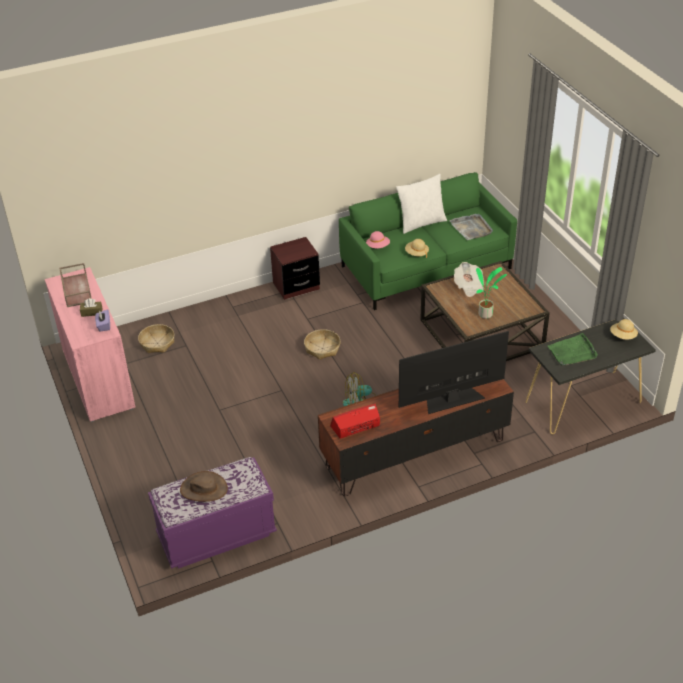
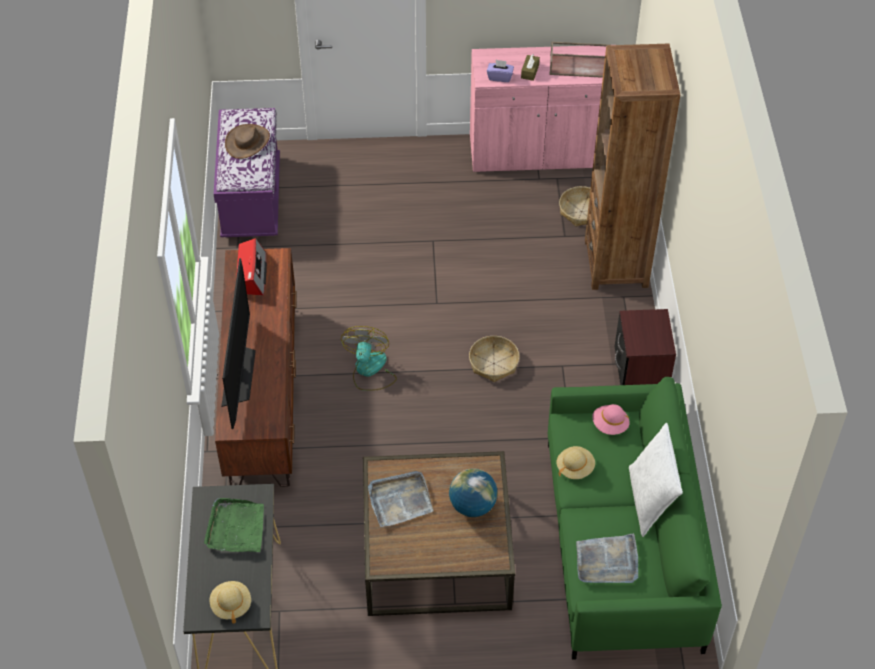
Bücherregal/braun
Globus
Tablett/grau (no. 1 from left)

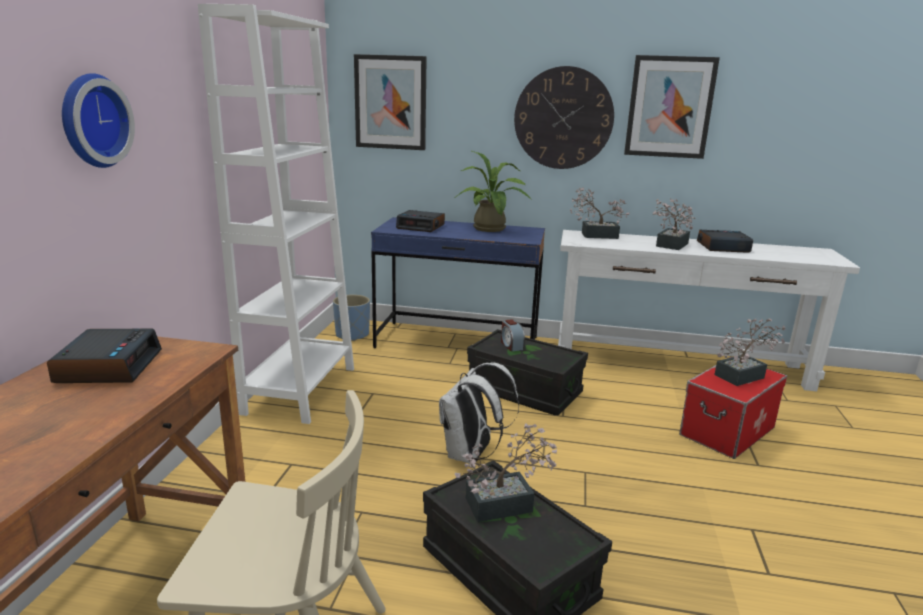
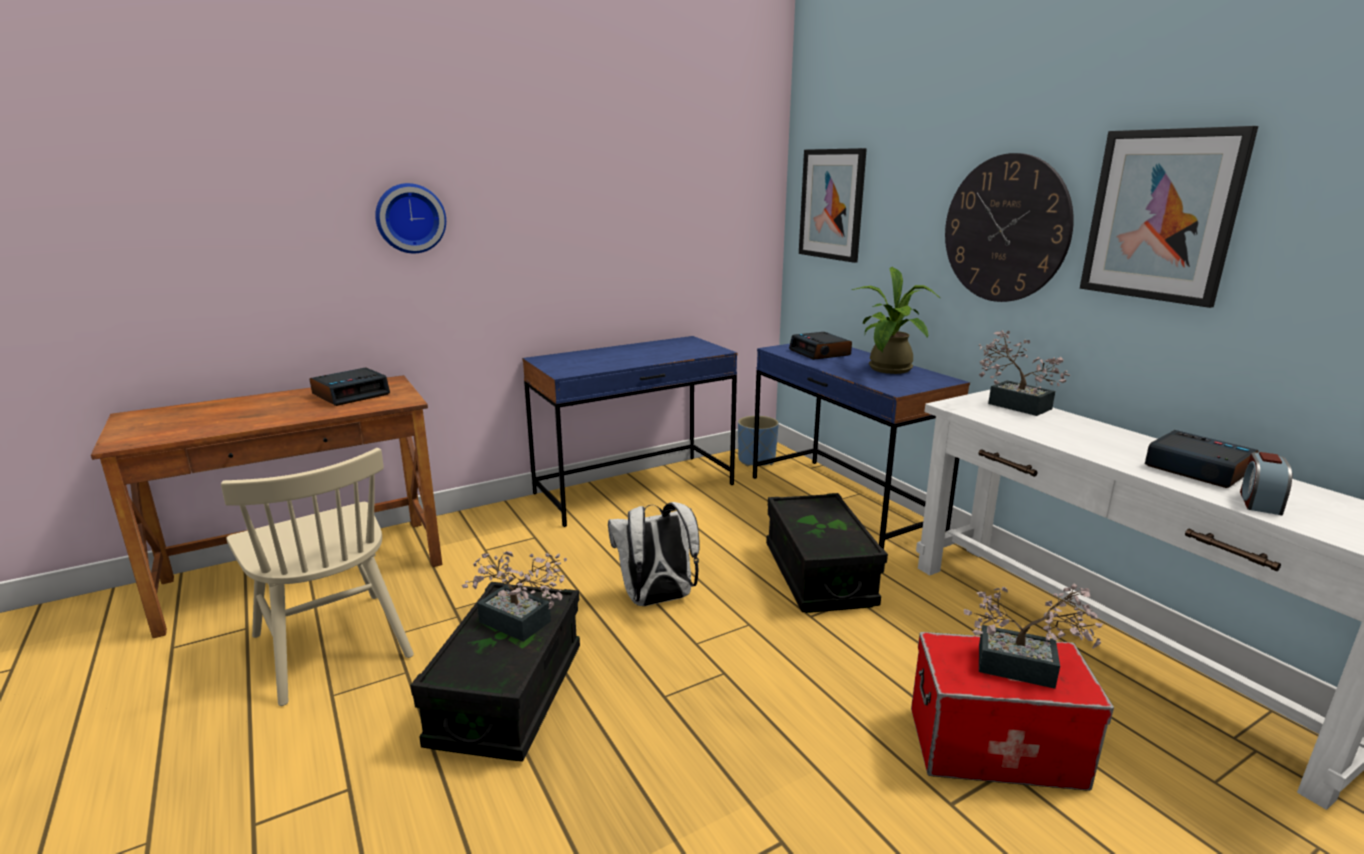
Topfpflanze (no. 4 from left in the first image)
Wecker (no. 4 from left)
Schreibtisch/blau (no. 1 from left)

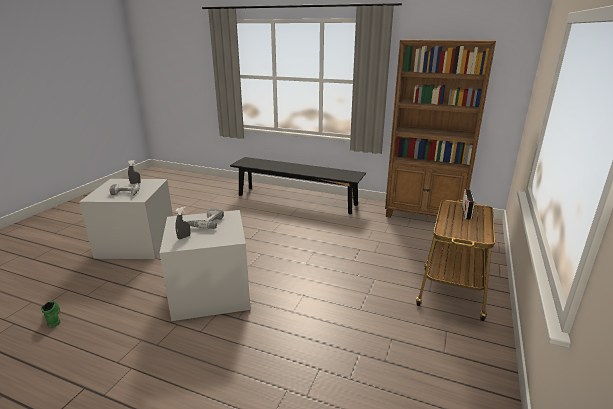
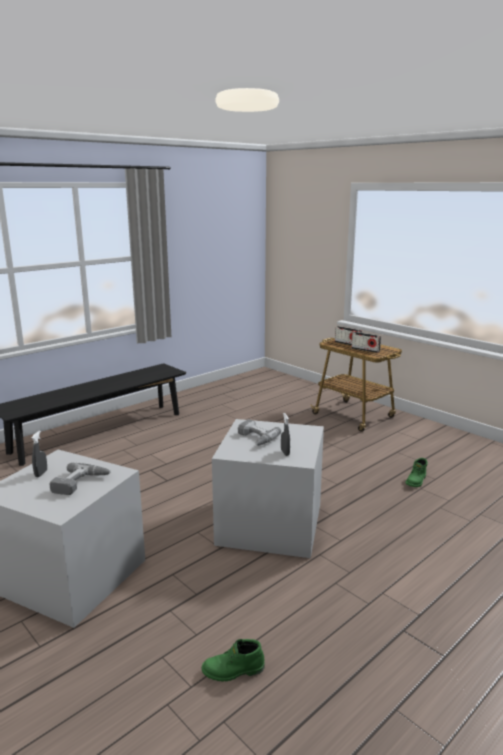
Bücherregal/braun
Radio (no. 2 from left)
Stiefel/grün (no. 2 from left)

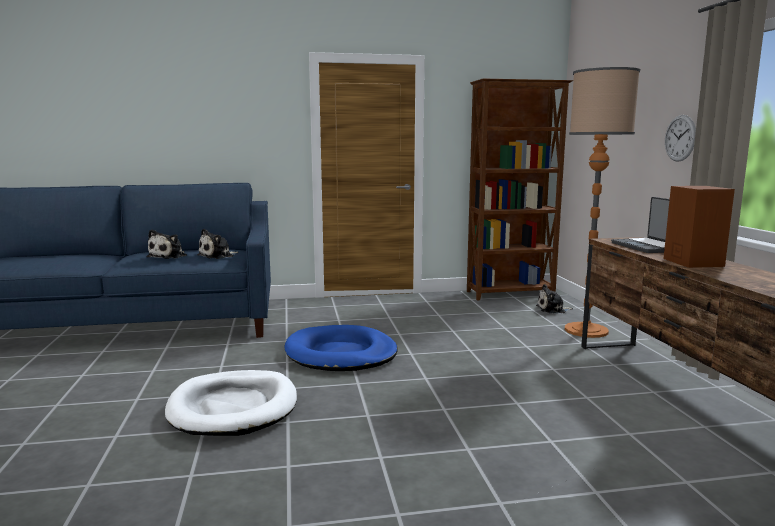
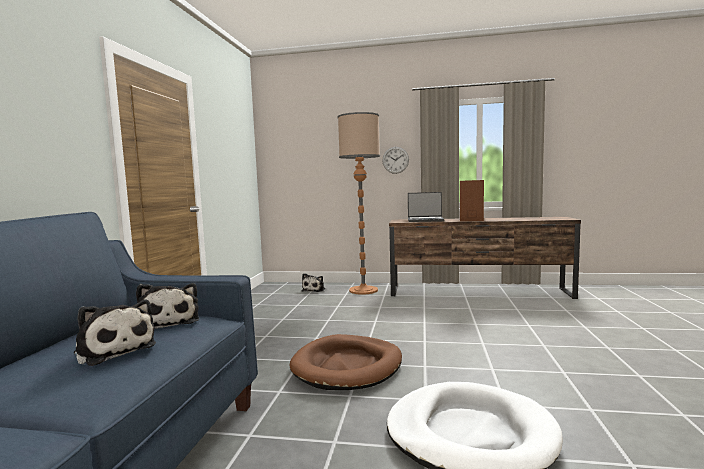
Bücherregal/braun
Hundebett/braun

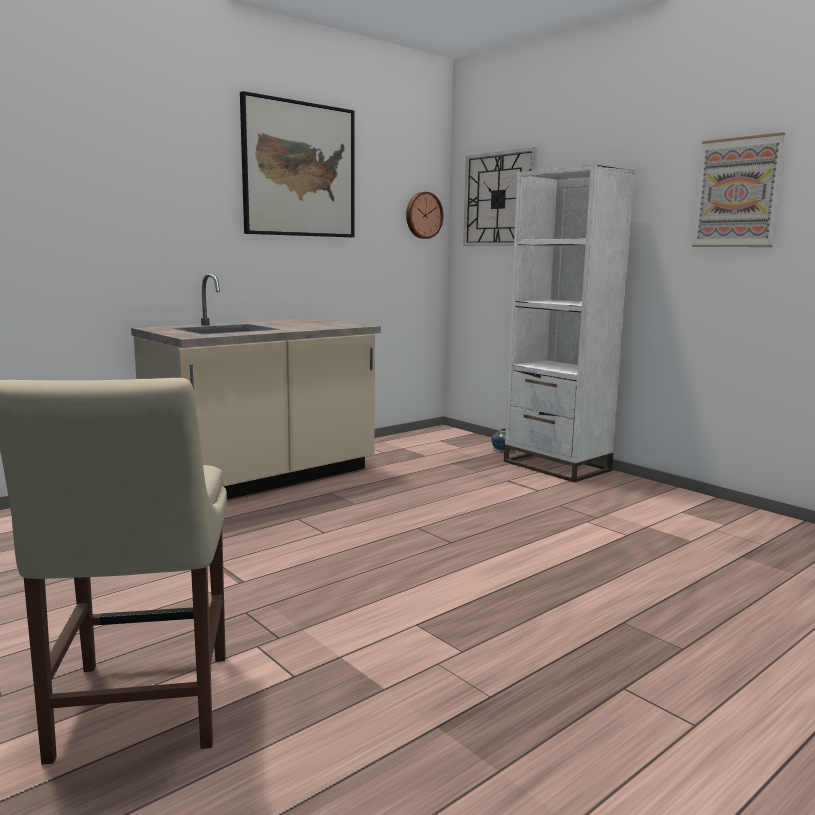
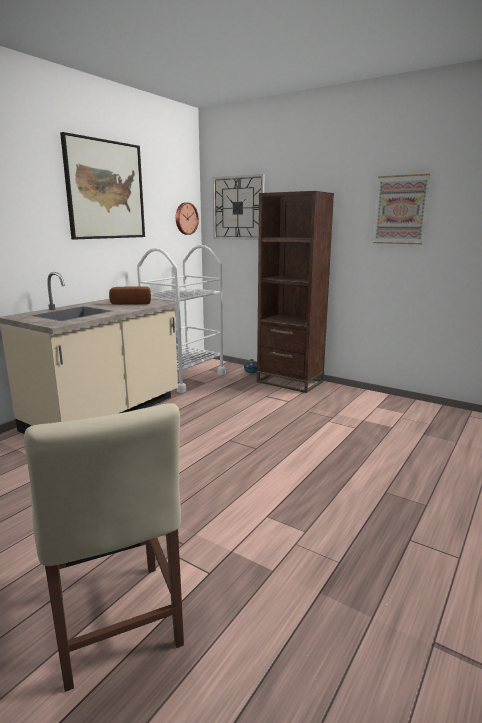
Brot
Rollwagen/weiß
Bücherregal/braun

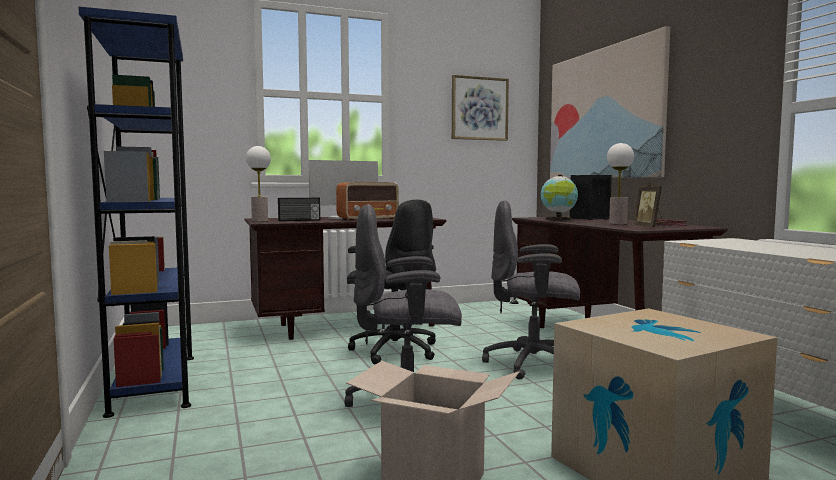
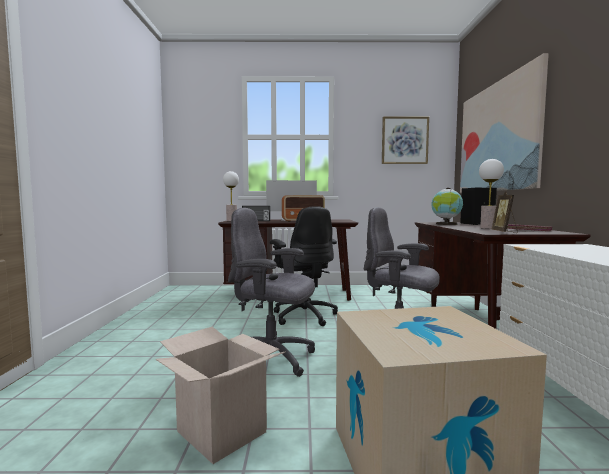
Bücherregal/blau

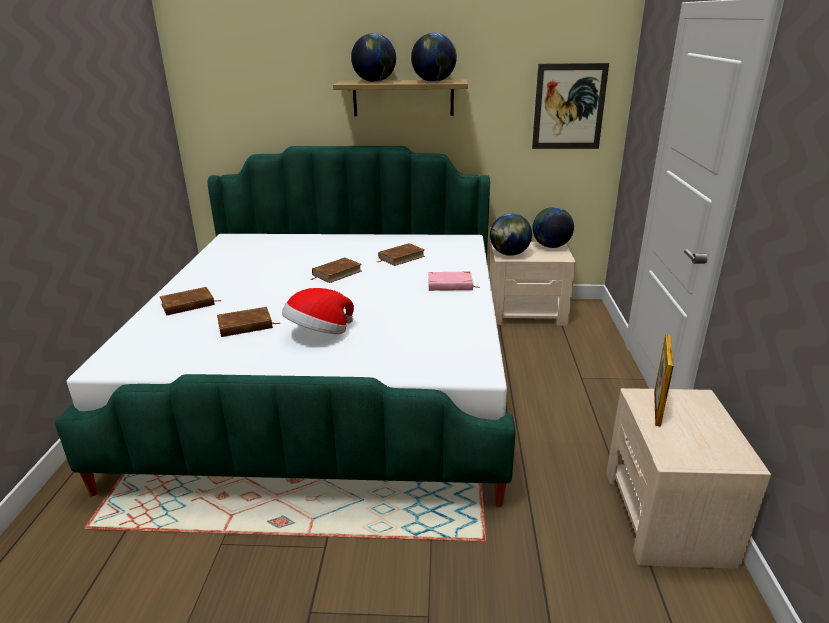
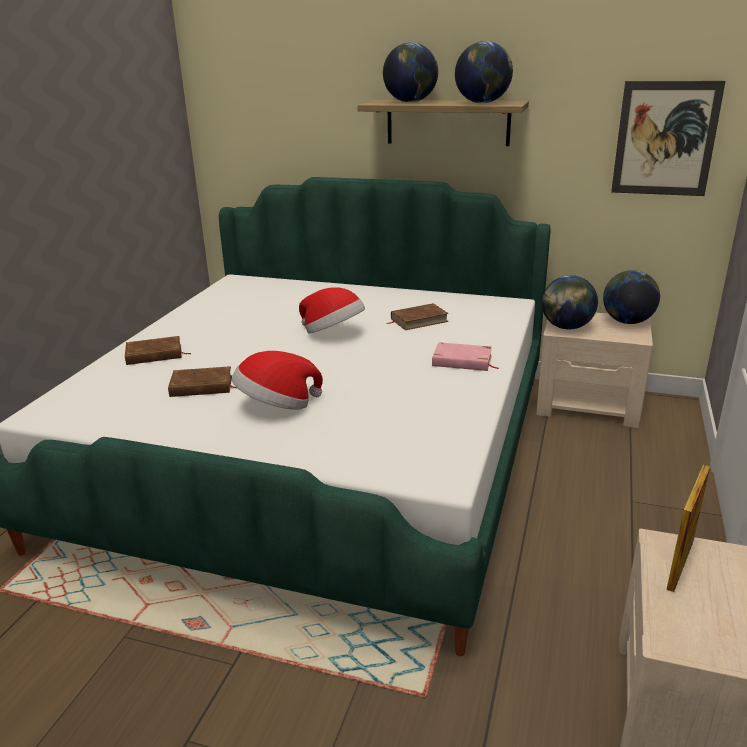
Hut (no. 2 from left)

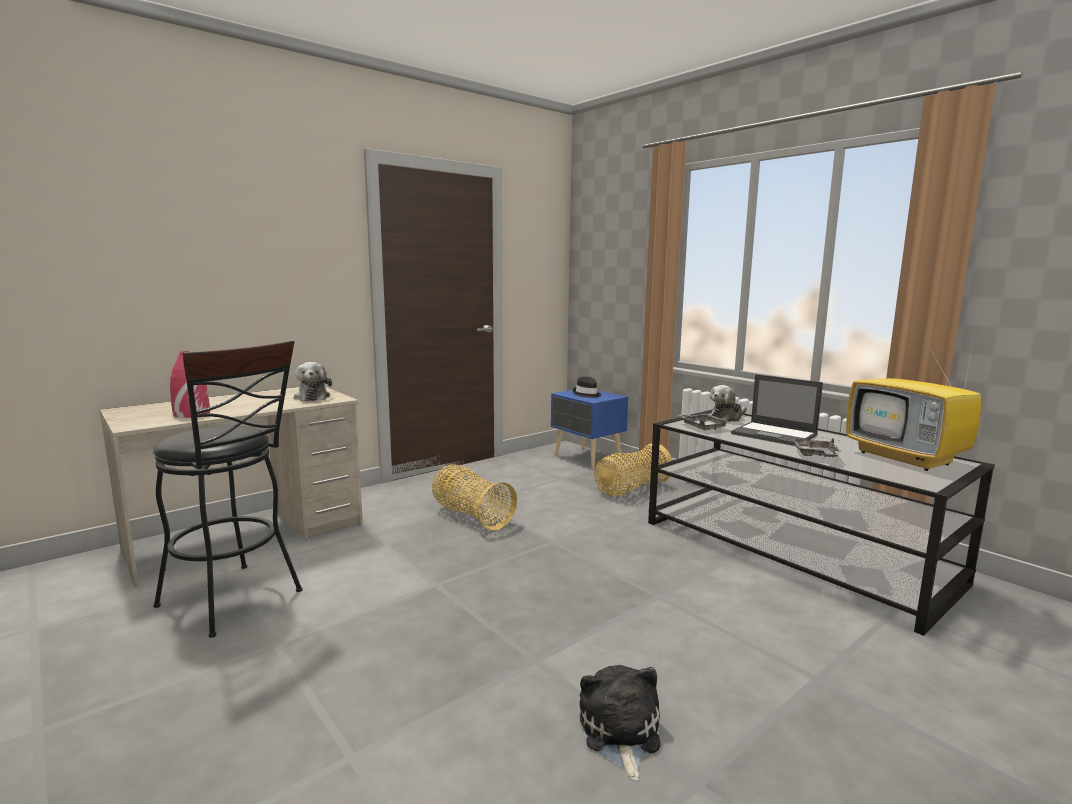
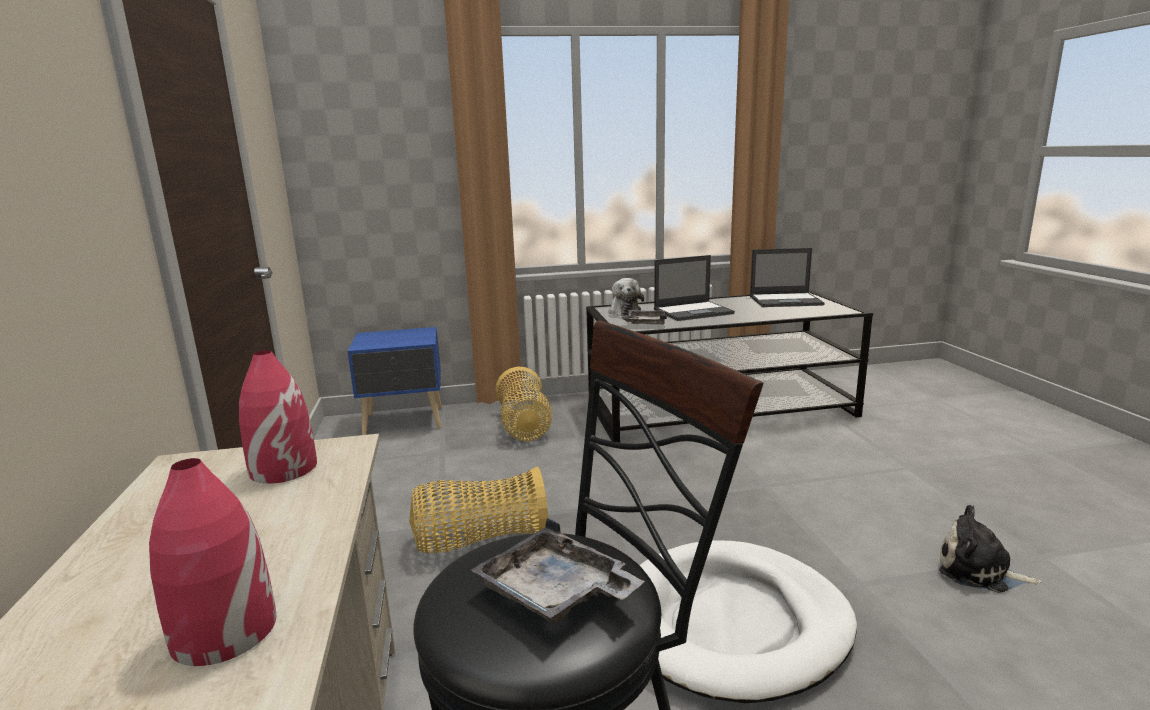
Hut/schwarz
Hundebett/weiß
Tablett/grau (no. 1 from left)
Vase/rot (no. 2 from left)
Laptop (no. 2 from left)

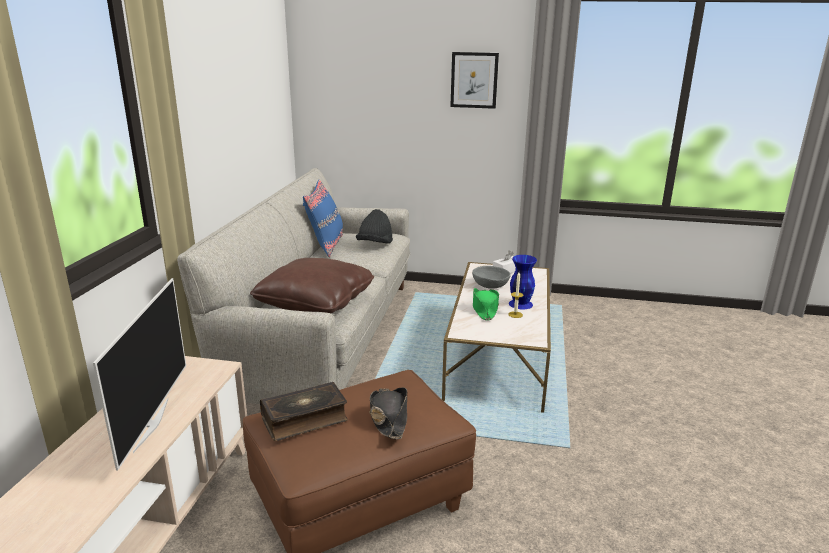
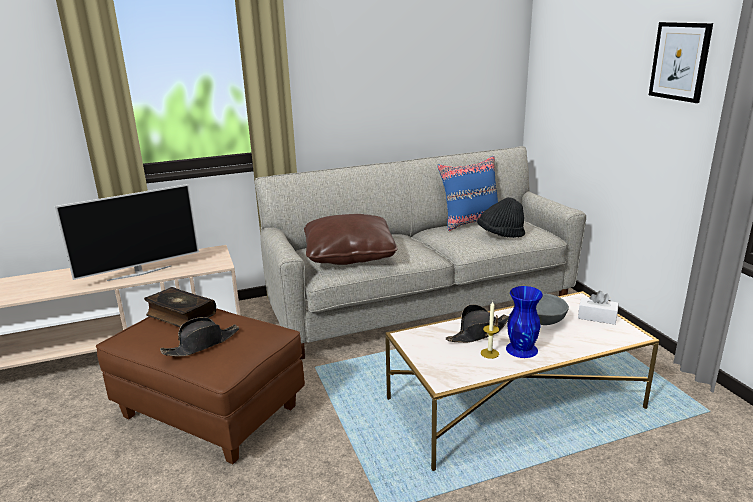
Hut/schwarz (no. 2 from left)

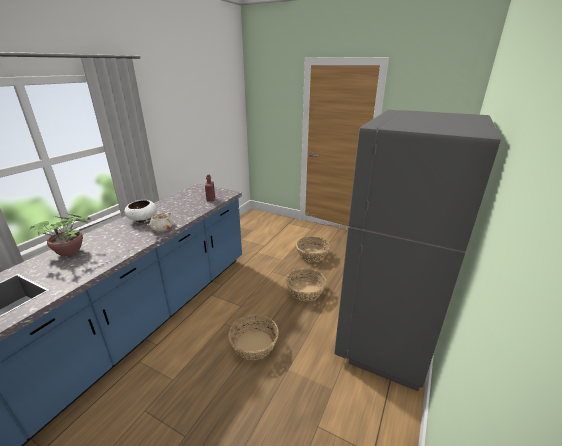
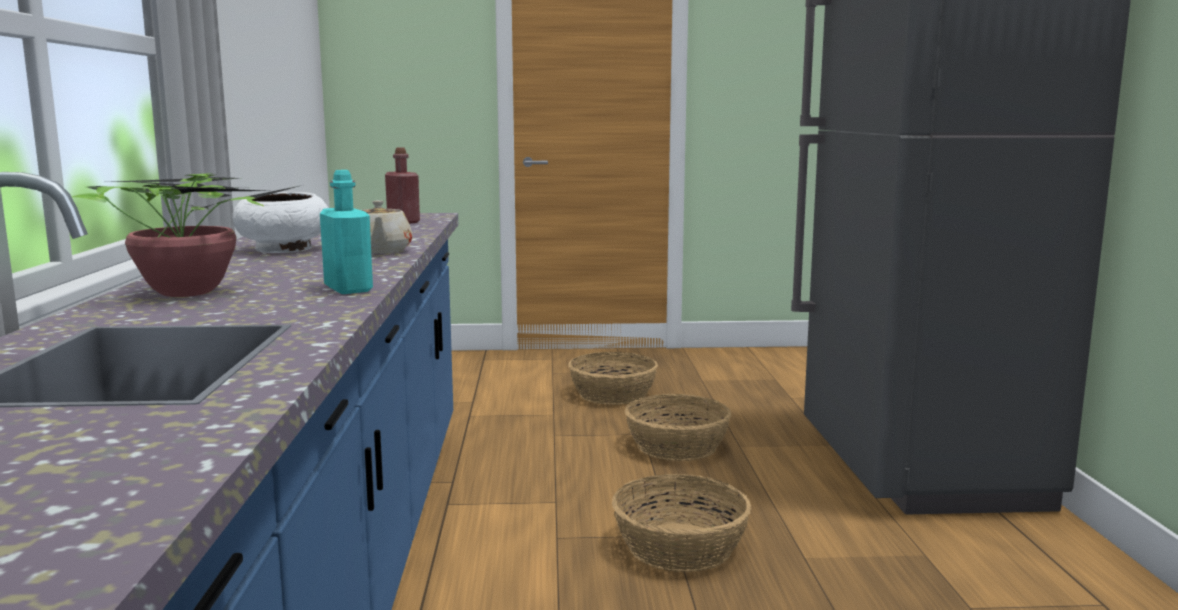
Flasche/türkis

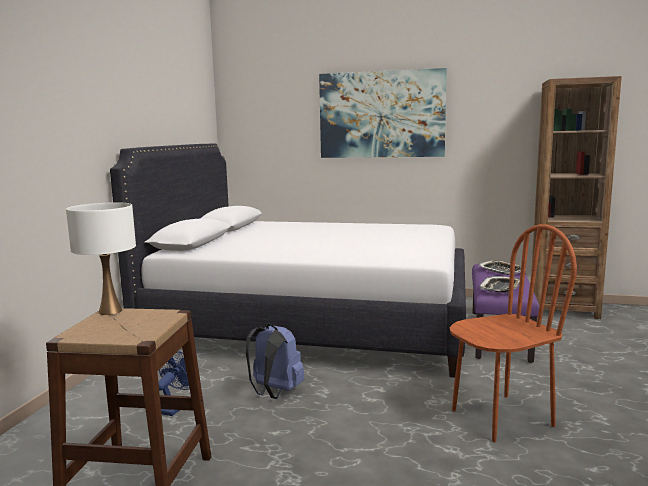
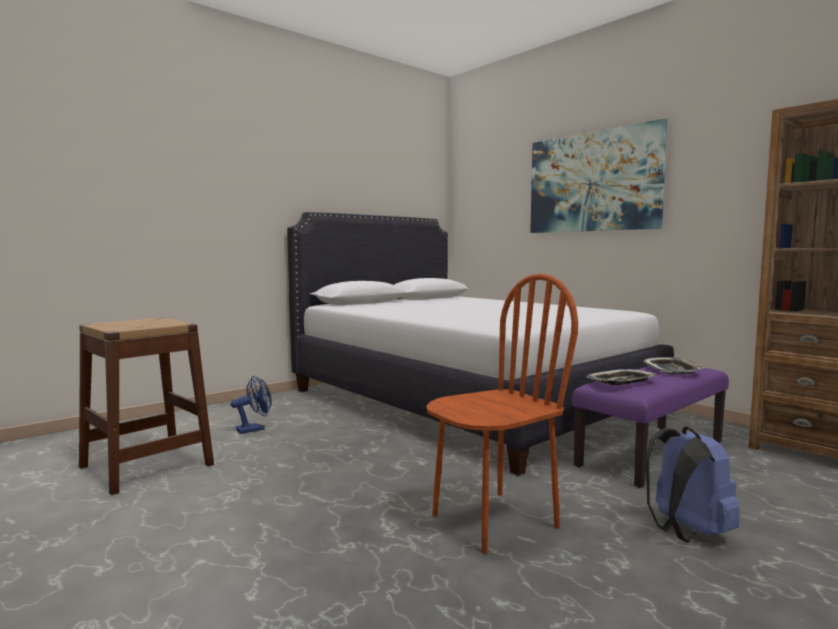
Tischlampe/weiß
Rucksack/blau
Stuhl/braun

